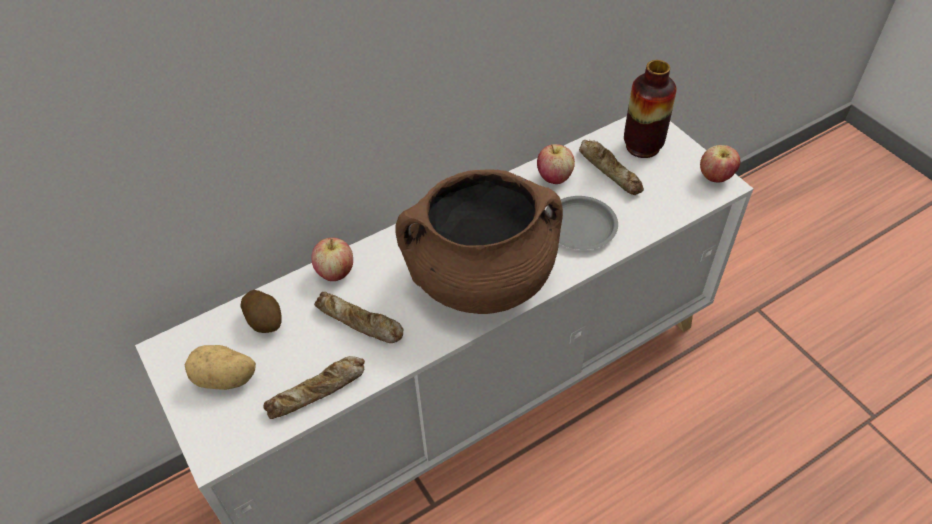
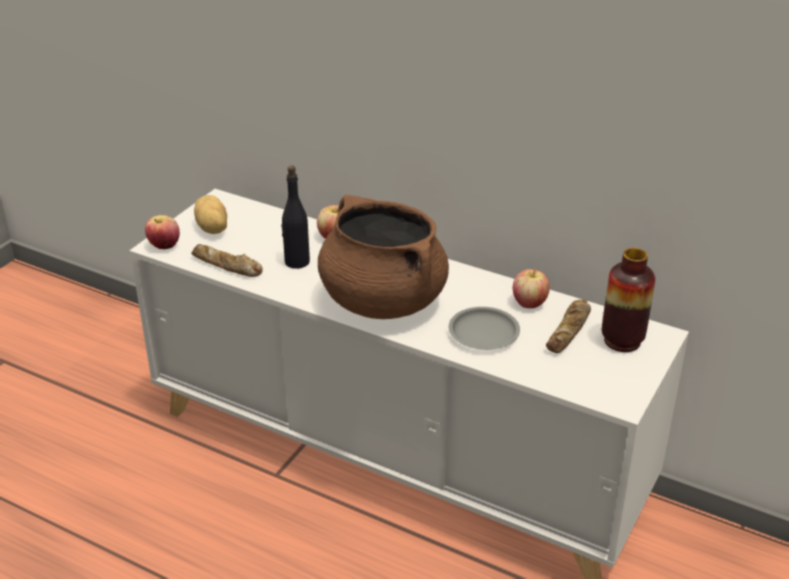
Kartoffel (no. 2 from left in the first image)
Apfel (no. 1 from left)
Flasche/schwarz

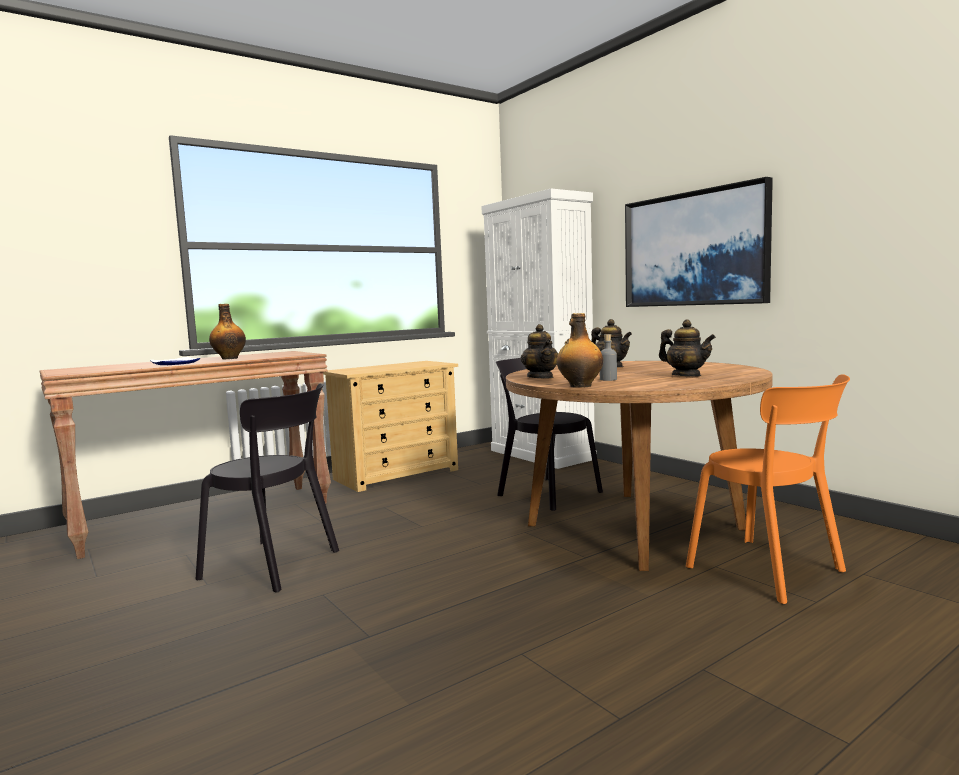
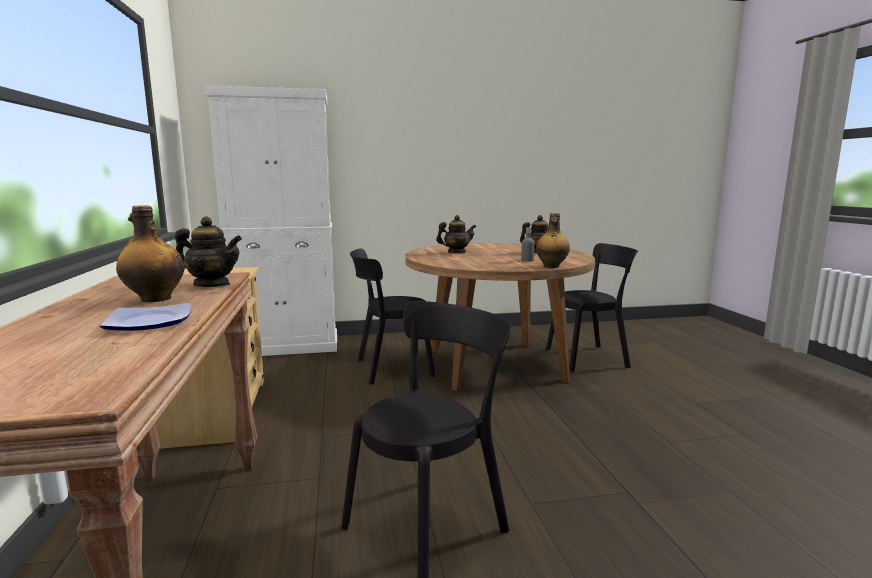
Bild
Teekanne (no. 1 from left)
Stuhl/schwarz (no. 3 from left)

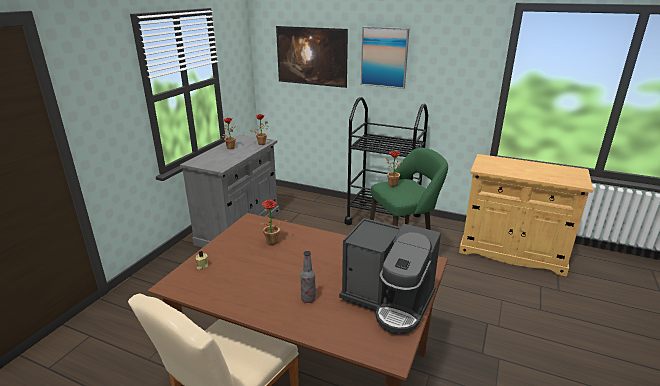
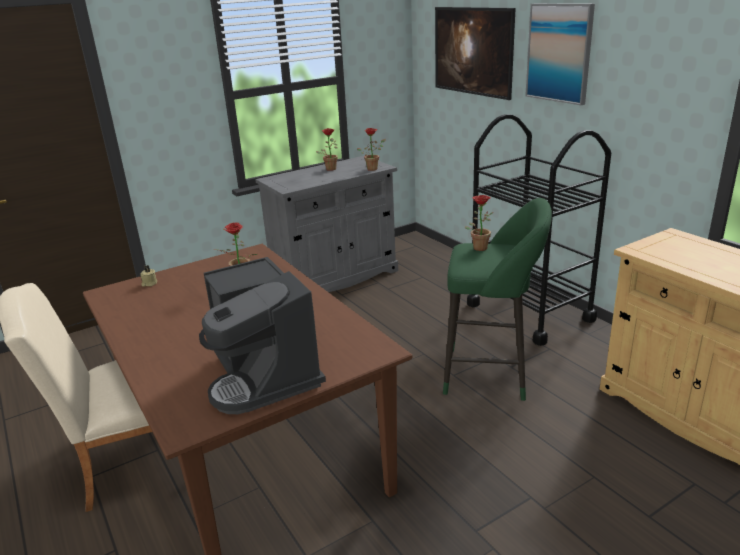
Flasche

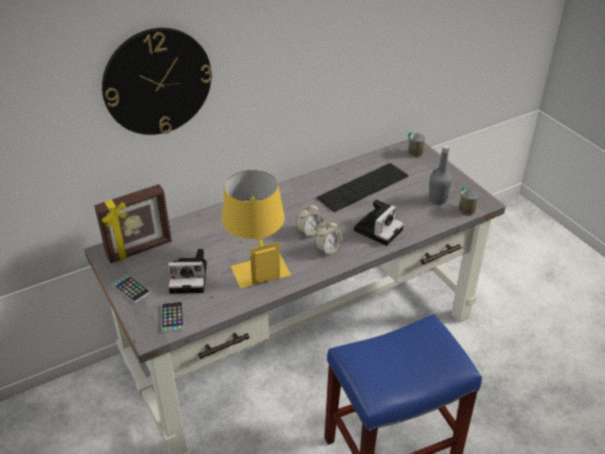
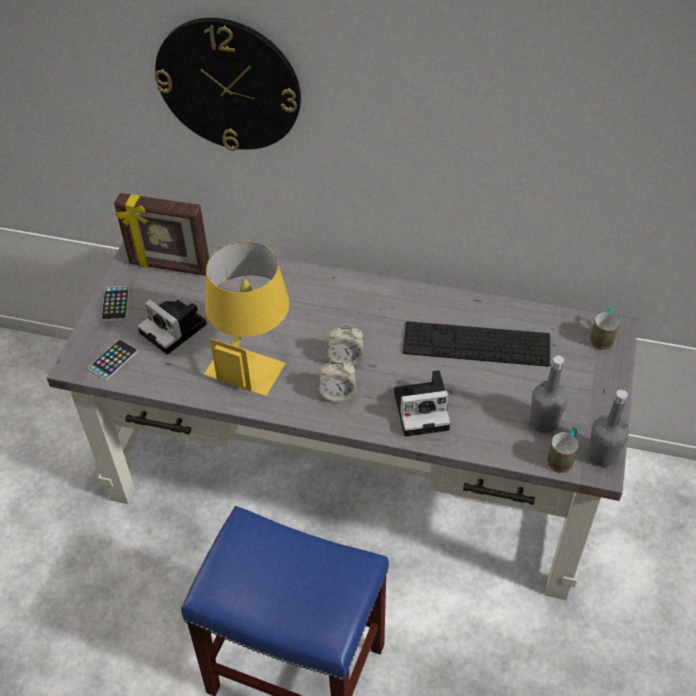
Flasche/grau (no. 2 from left)

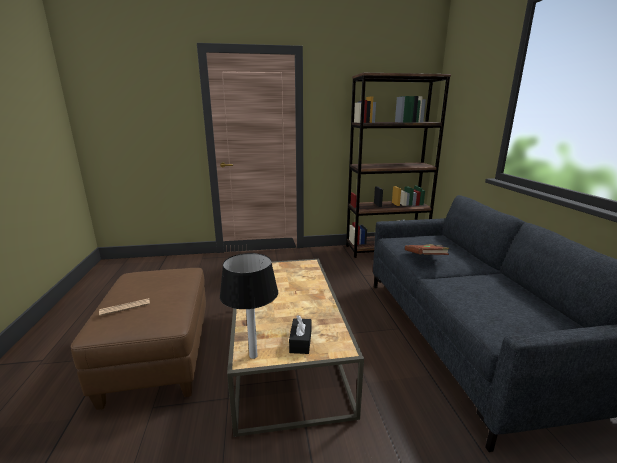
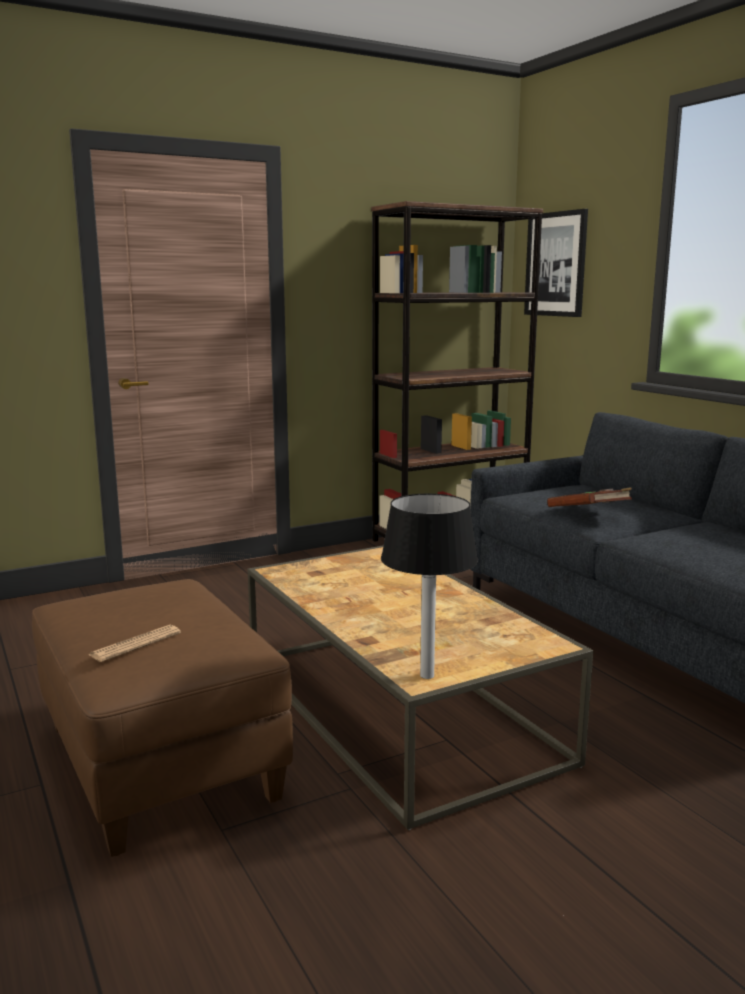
Taschentuchbox/schwarz
Bild

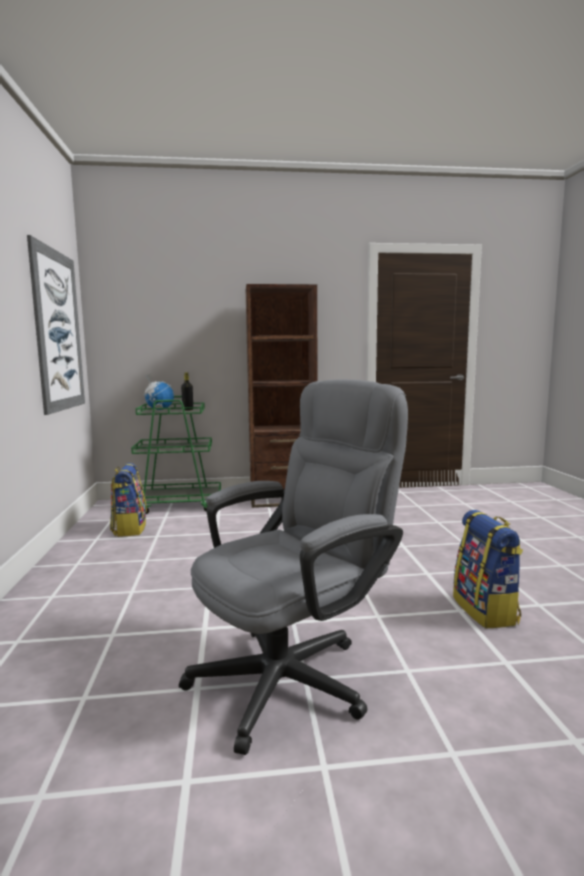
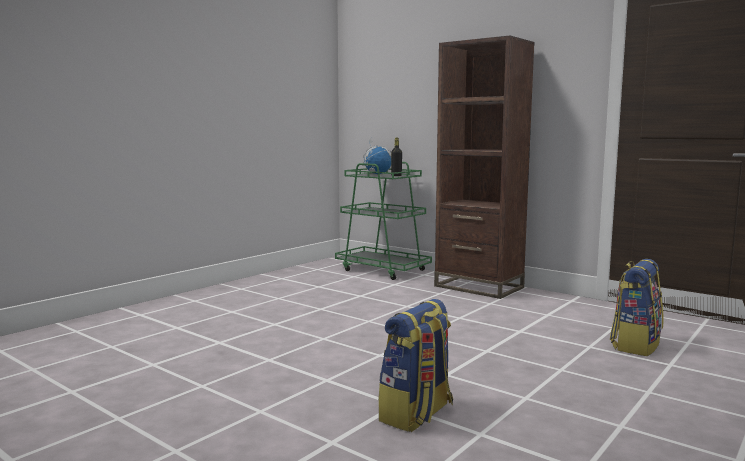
Bild
Bürostuhl/grau
Rucksack (no. 2 from left)

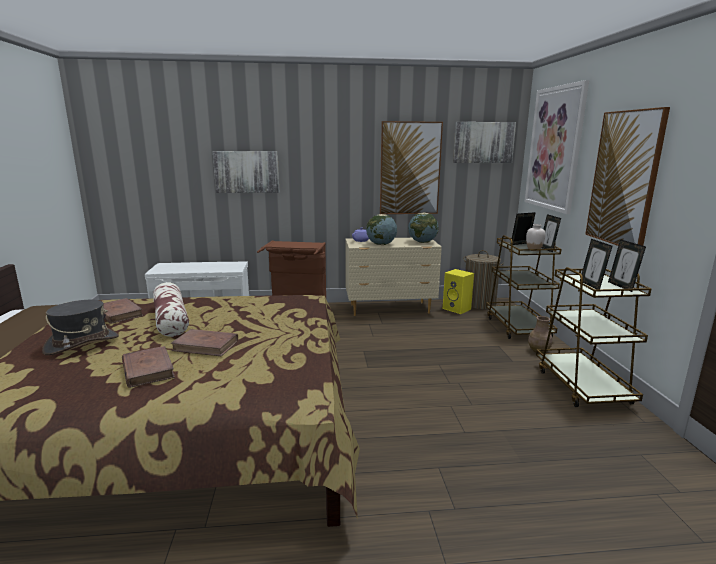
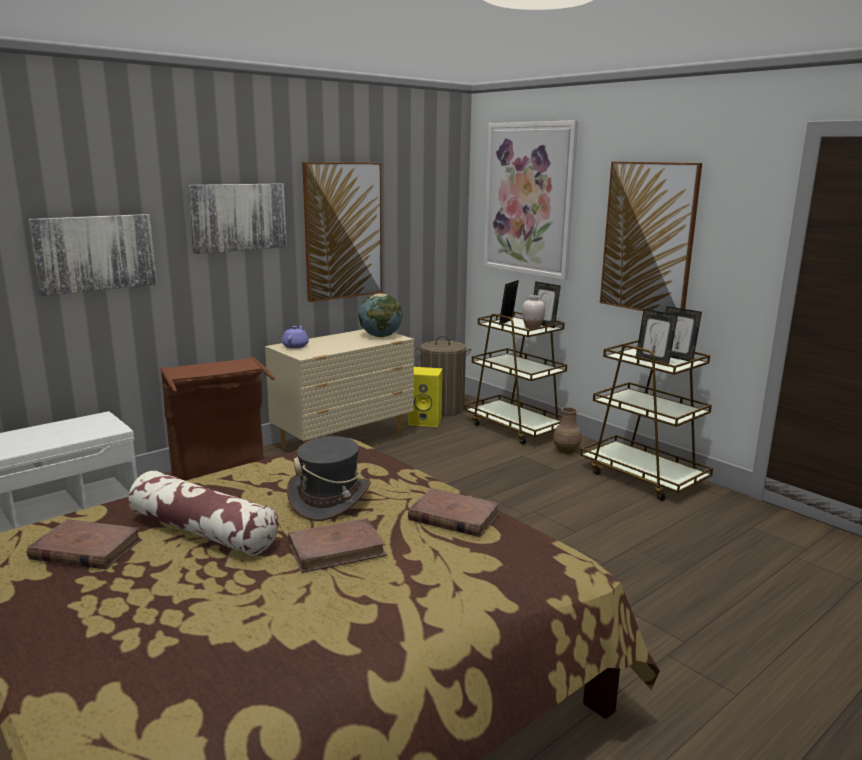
Globus (no. 1 from left in the first image)
Hut/grau
Buch/braun (no. 3 from left)
Bild (no. 2 from left)

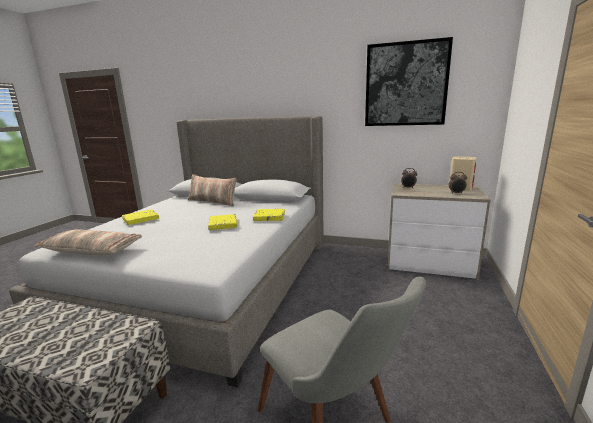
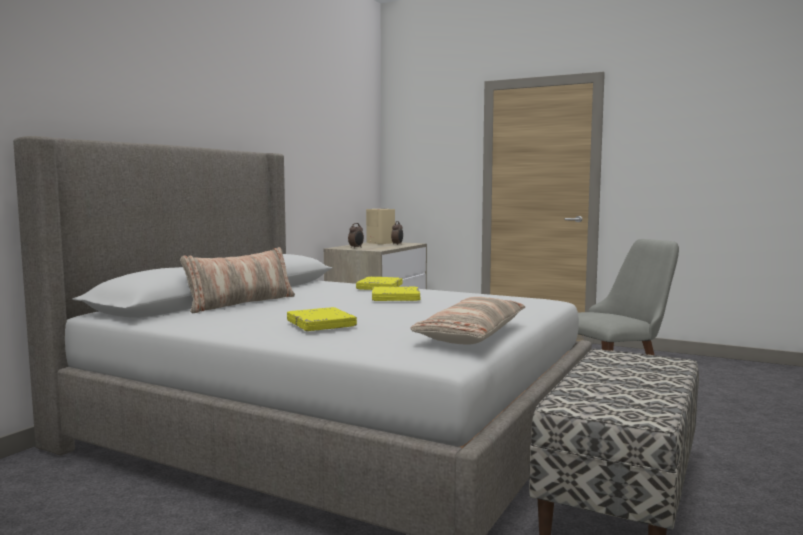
Bild

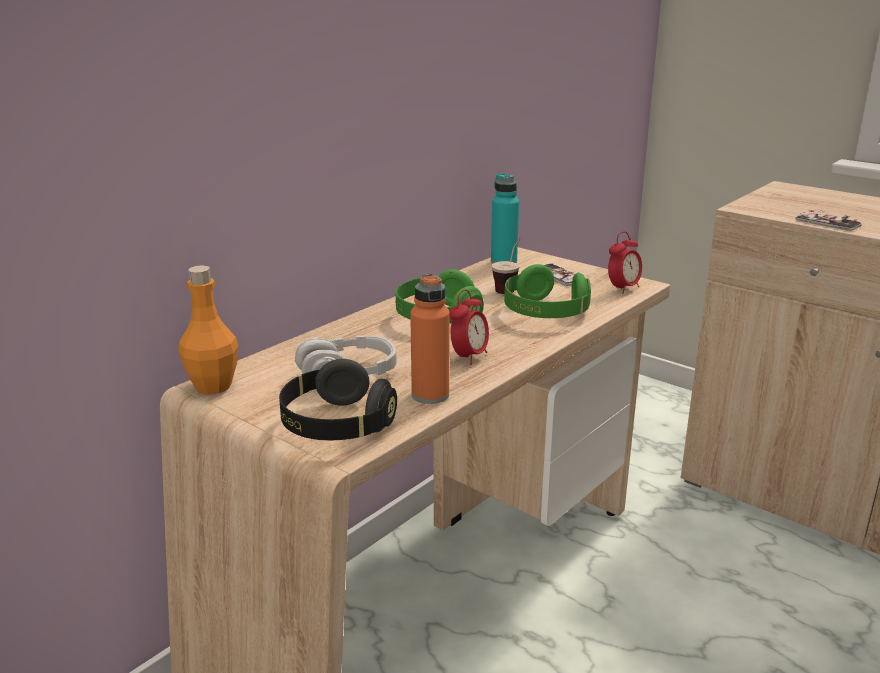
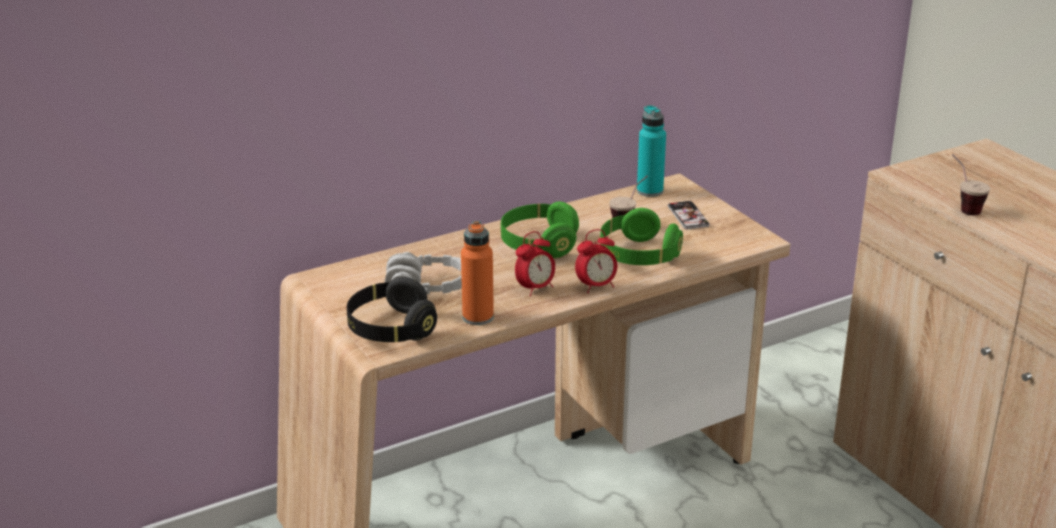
Flasche/orange (no. 1 from left in the first image)
Wecker (no. 2 from left)
Tasse (no. 2 from left)

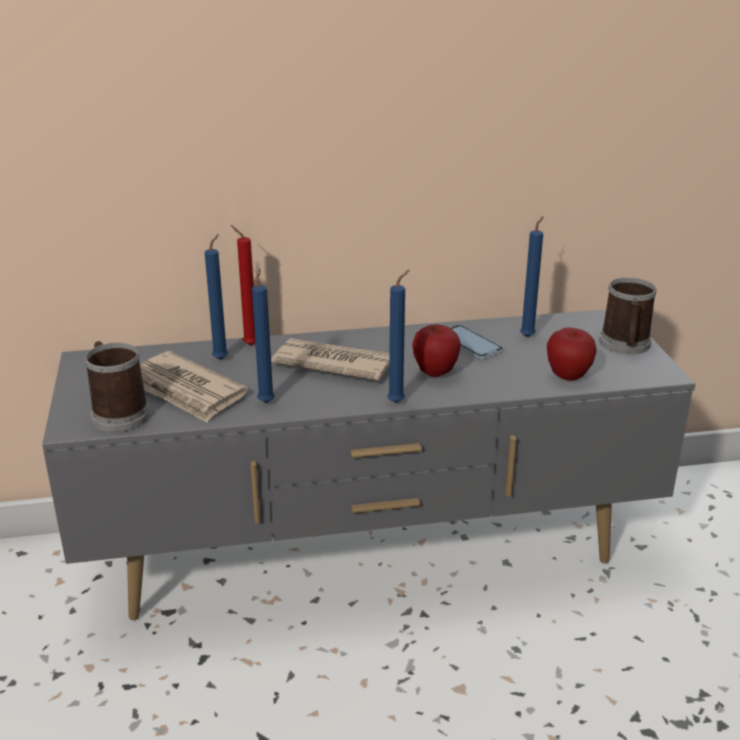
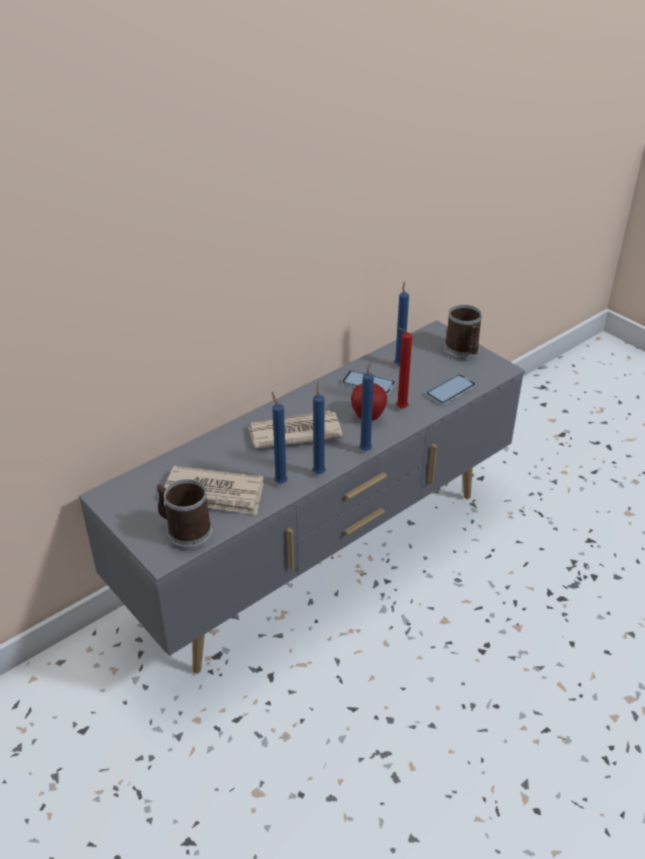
Kerze/blau (no. 2 from left)
Kerze/rot
Handy (no. 2 from left)

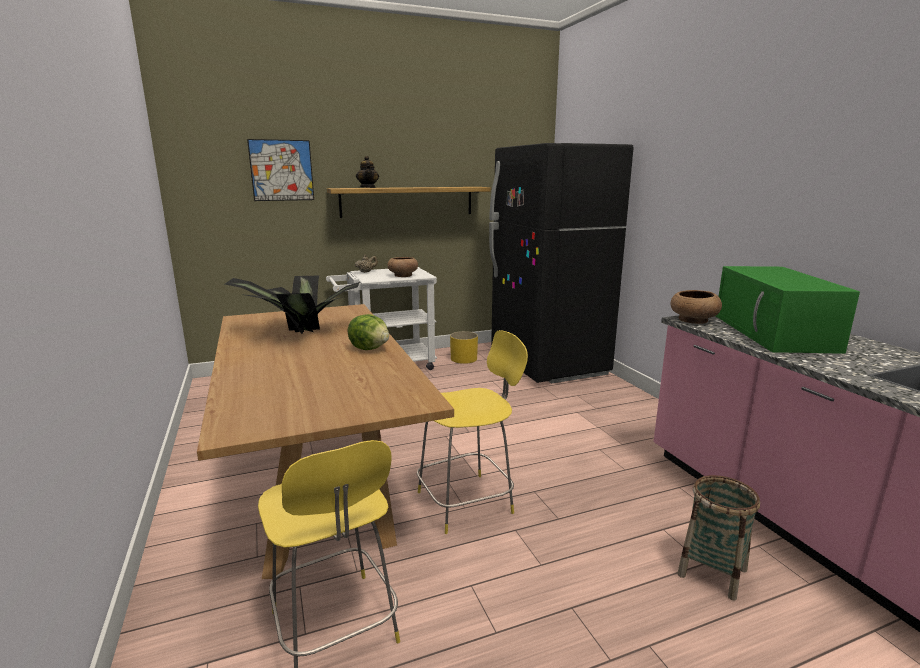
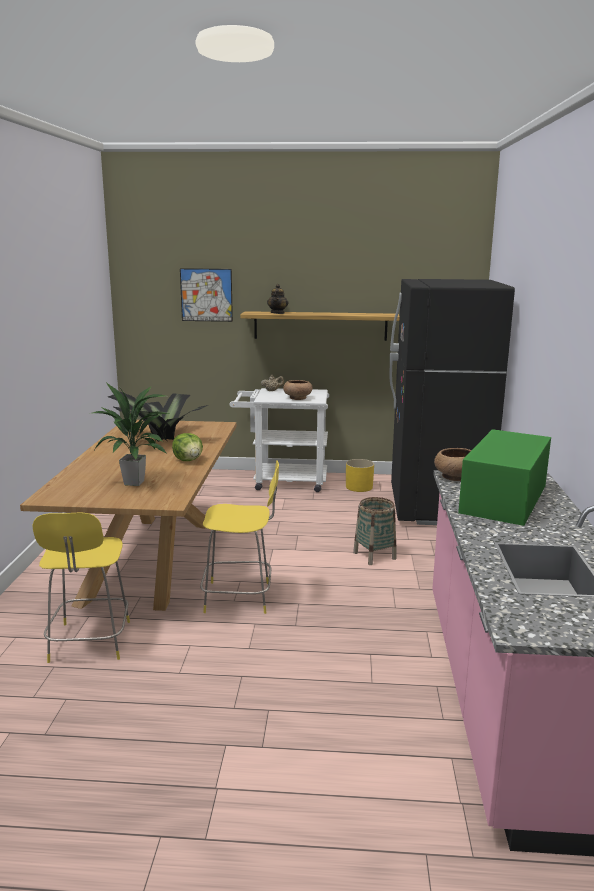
Topfpflanze (no. 1 from left)
Korb

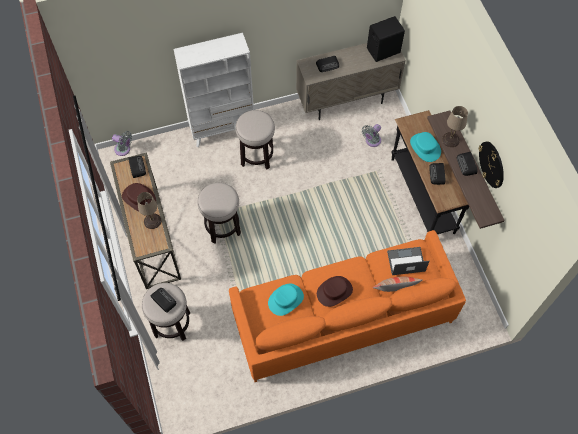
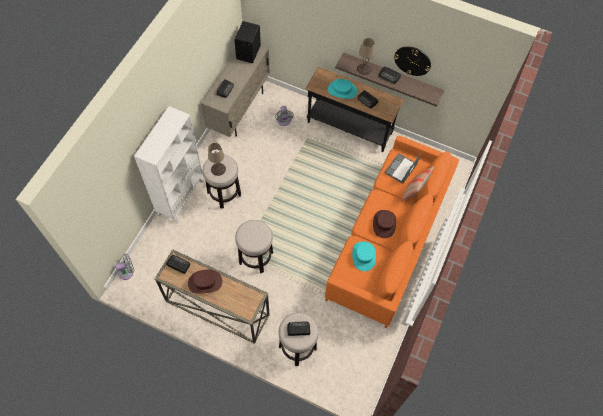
Tischlampe/beige (no. 1 from left)

